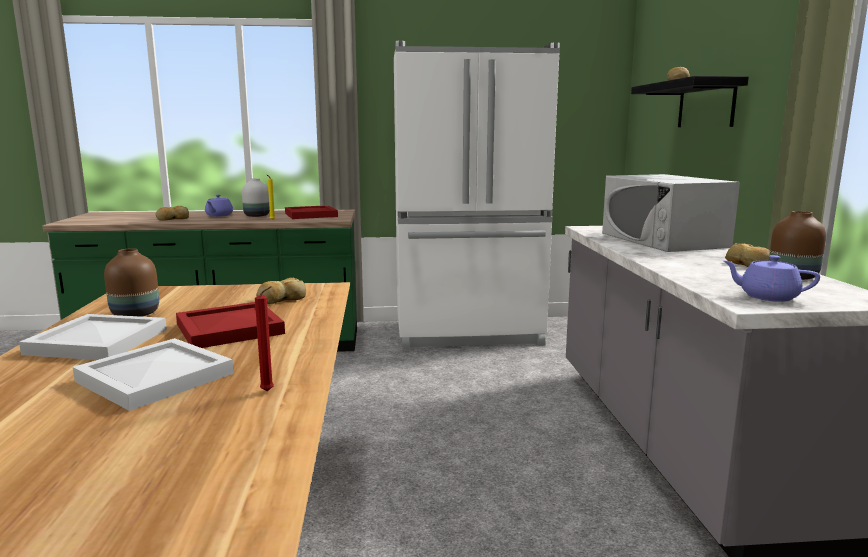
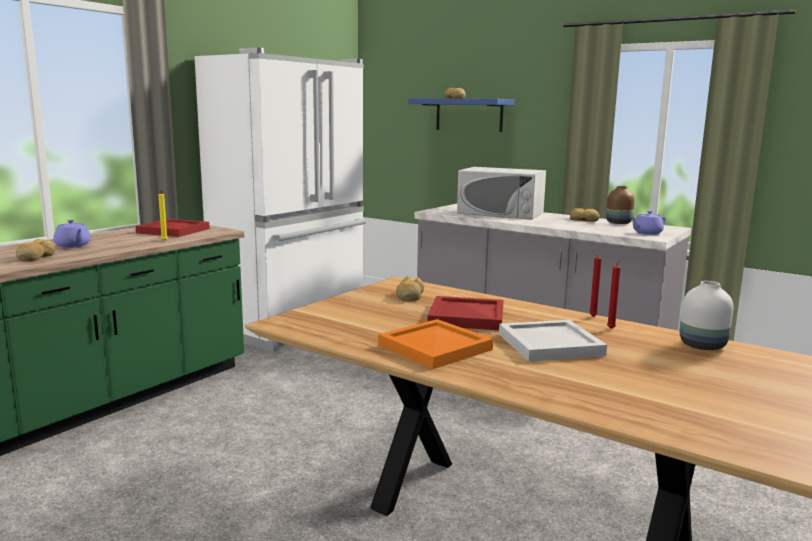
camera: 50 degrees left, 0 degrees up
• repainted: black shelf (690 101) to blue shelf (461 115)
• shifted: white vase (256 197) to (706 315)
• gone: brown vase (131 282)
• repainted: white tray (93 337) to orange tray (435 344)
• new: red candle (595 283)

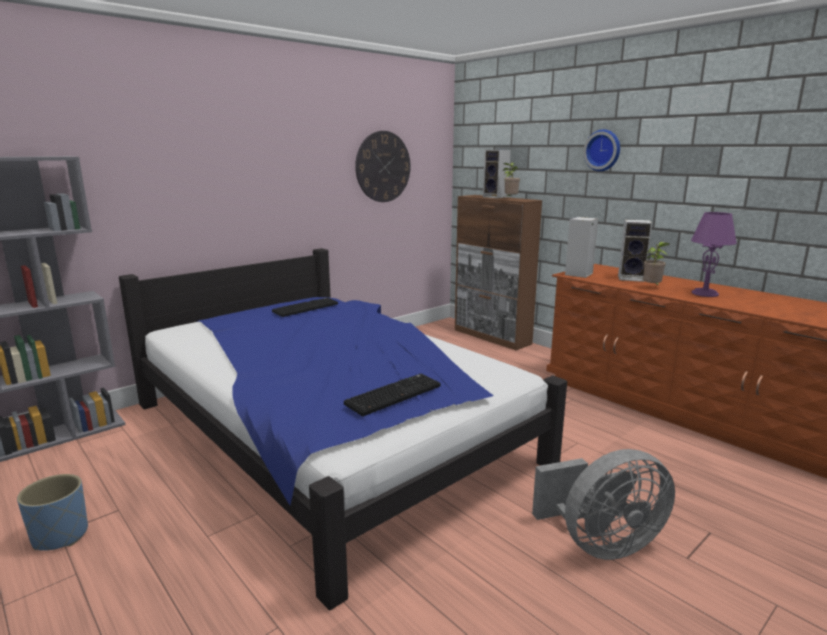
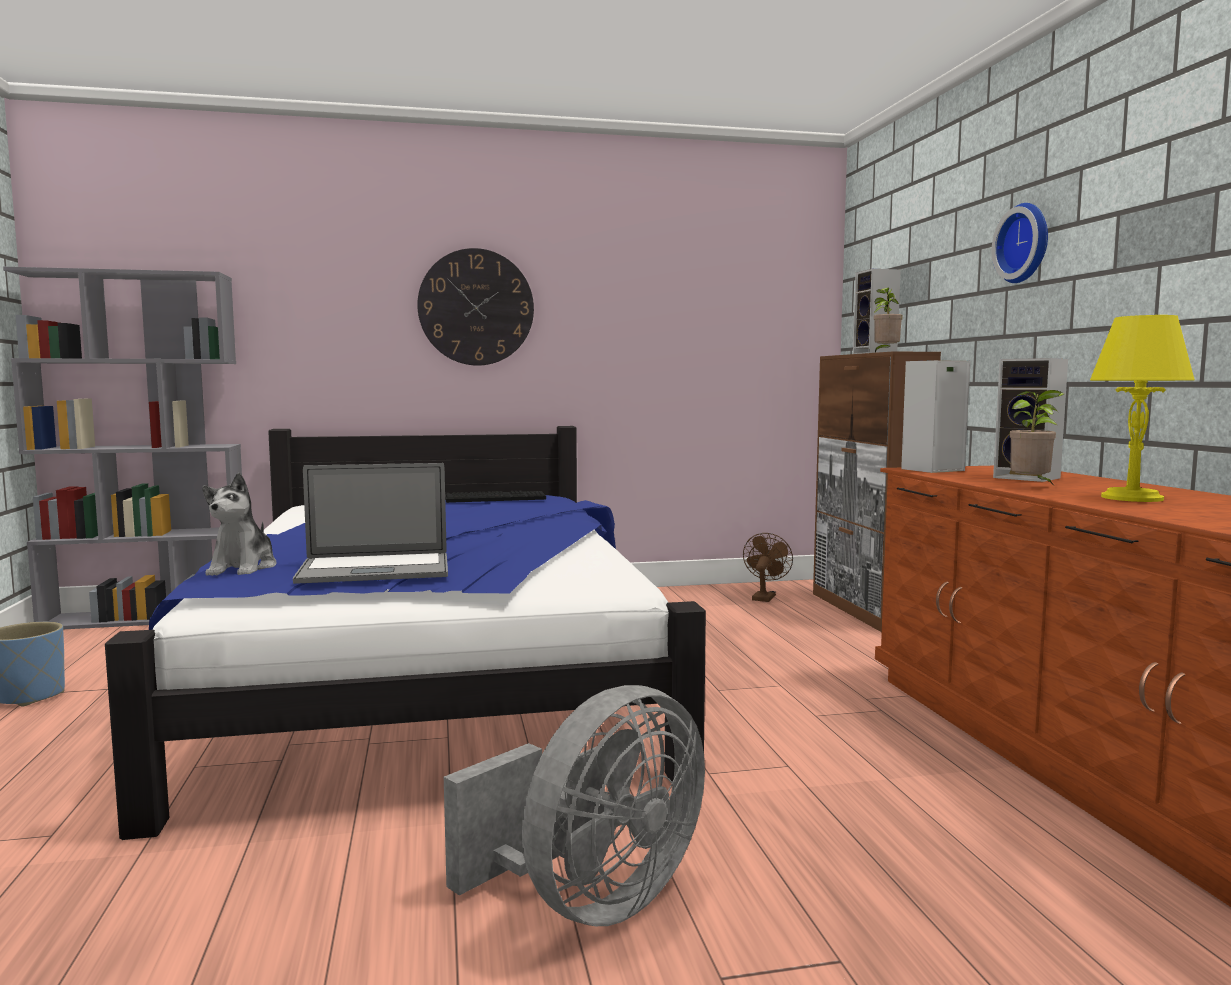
camera: 30 degrees right, 10 degrees down
• shifted: wall clock (383 166) to (475 307)
• repainted: purple table lamp (714 254) to yellow table lamp (1142 408)
• swapped: keyboard (392 395) to laptop (370 523)
• rotated: grey fan (603 504) = (574 805) 60 degrees counterclockwise
• new: plush toy (240 524)
• new: brown fan (768 567)

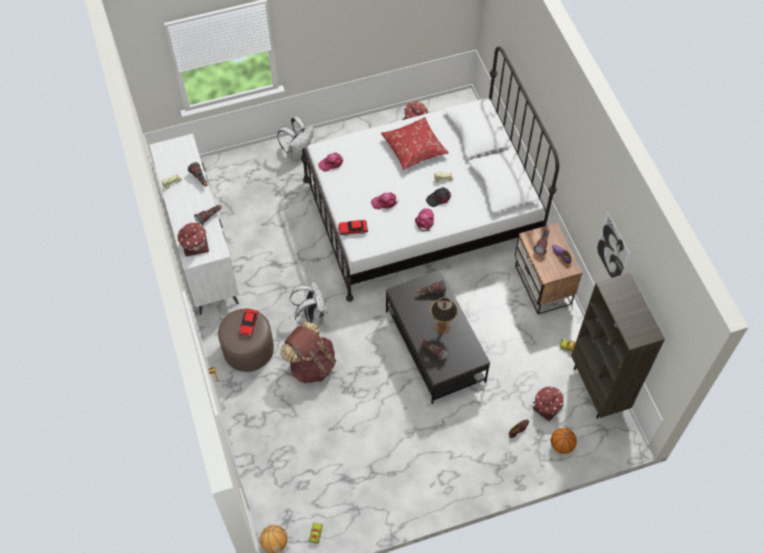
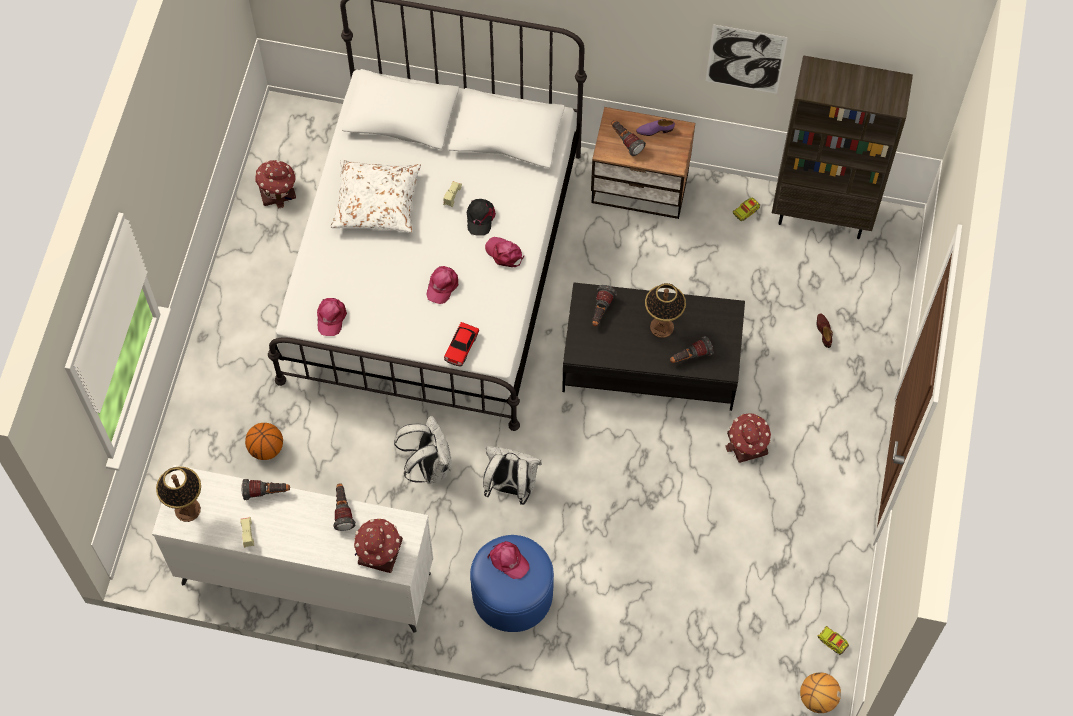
camera: 60 degrees left, 5 degrees up
• shifted: white backpack (295 138) to (423 450)
• repainted: red pillow (415 143) to white pillow (375 196)
• repainted: brown ottoman (246 340) to blue ottoman (512 583)
• swapped: toy car (248 323) to pink cap (509 560)
• gone: brown backpack (308 352)
• shifted: toy house (548 403) to (748 438)
• shifted: basketball (564 441) to (264 441)
• new: table lamp (178 494)

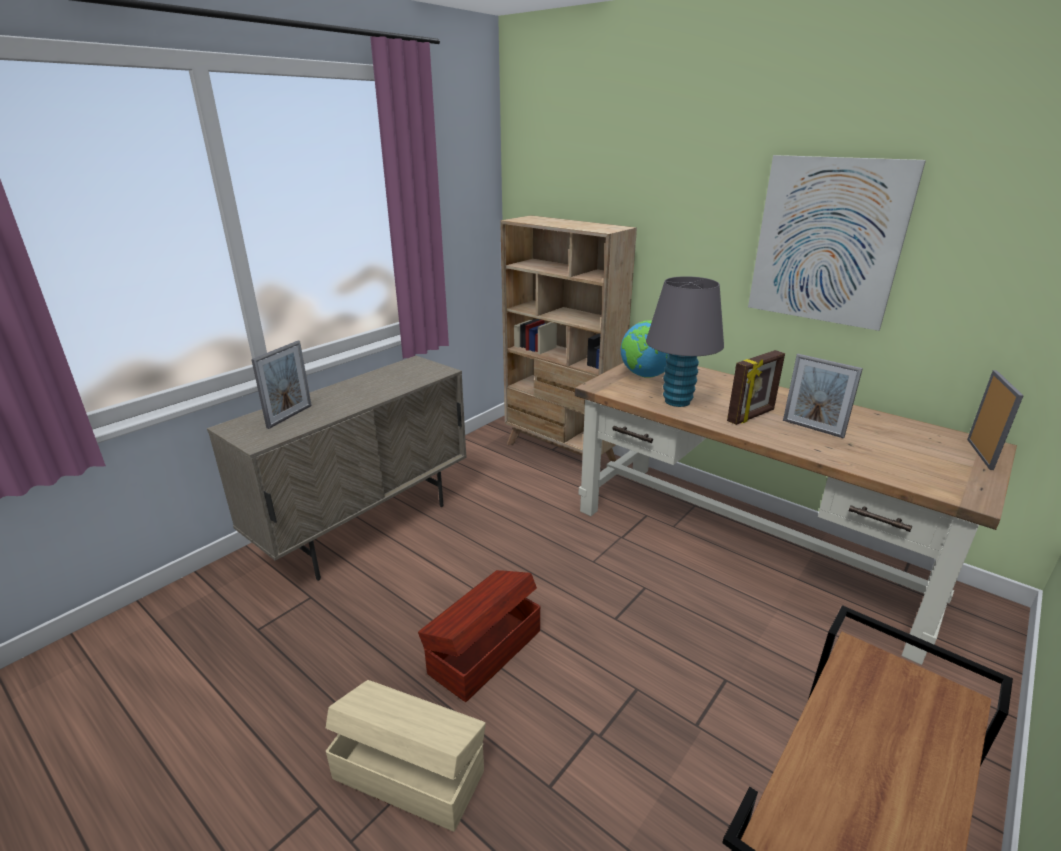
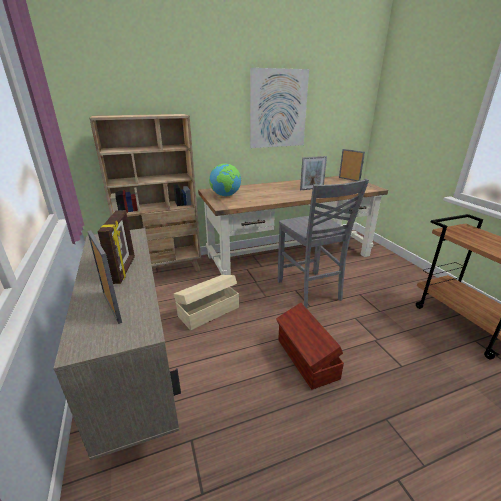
camera: 60 degrees left, 0 degrees up
• gone: grey table lamp (685 341)
• shifted: picture frame (756 387) to (116 247)
• shifted: beige storage box (406 756) to (206 302)
• new: grey chair (323 244)

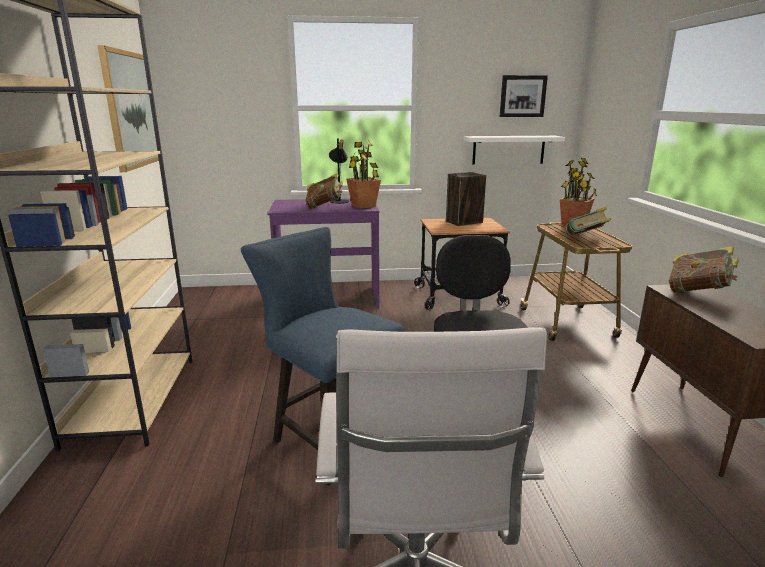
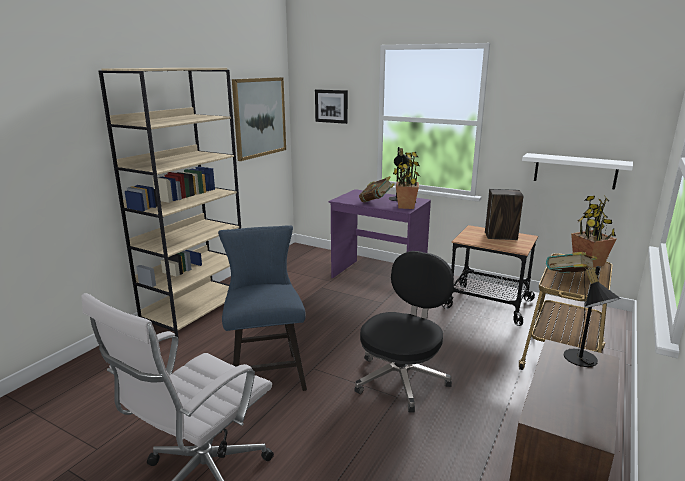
camera: 35 degrees right, 0 degrees up
• shifted: picture (524 96) to (331 106)
• swapped: book (704 269) to black table lamp (592 316)

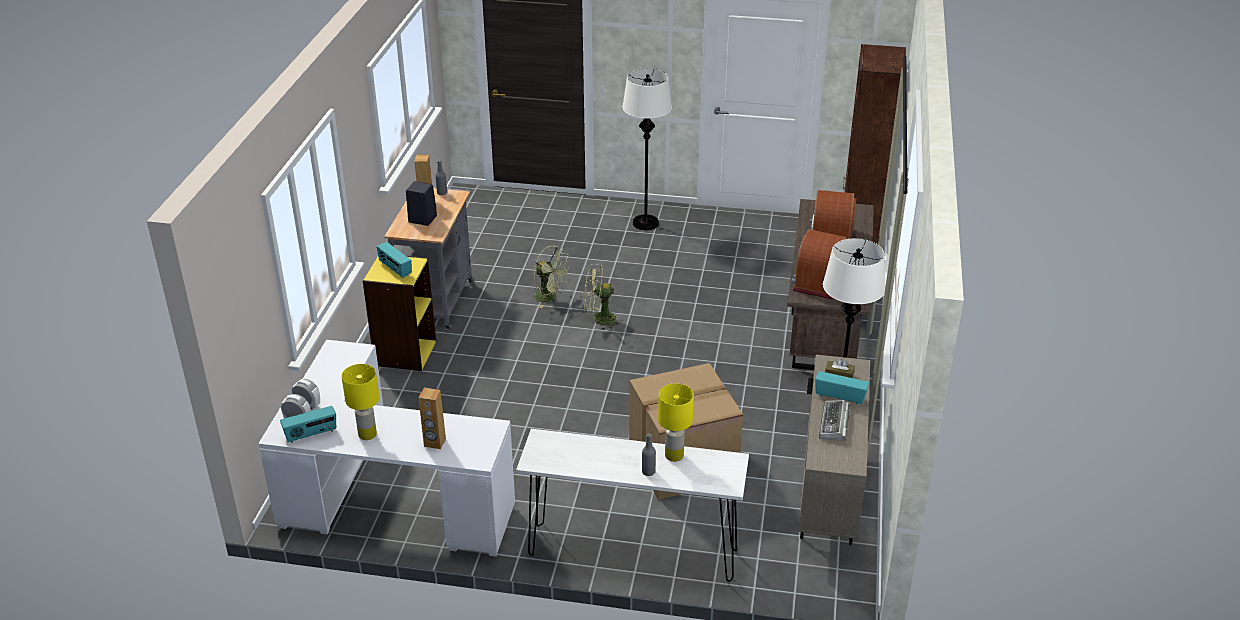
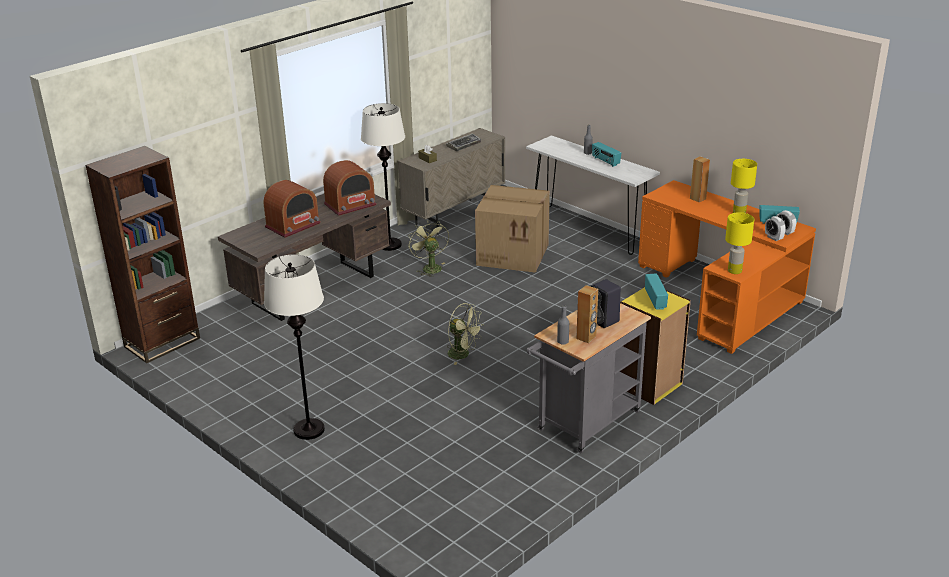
camera: 145 degrees left, 5 degrees down
• shifted: green fan (552 277) to (428 248)
• repainted: white desk (386 448) to orange desk (727 267)
• shifted: radio (842 388) to (606 154)
• shifted: yellow table lamp (676 422) to (739 243)

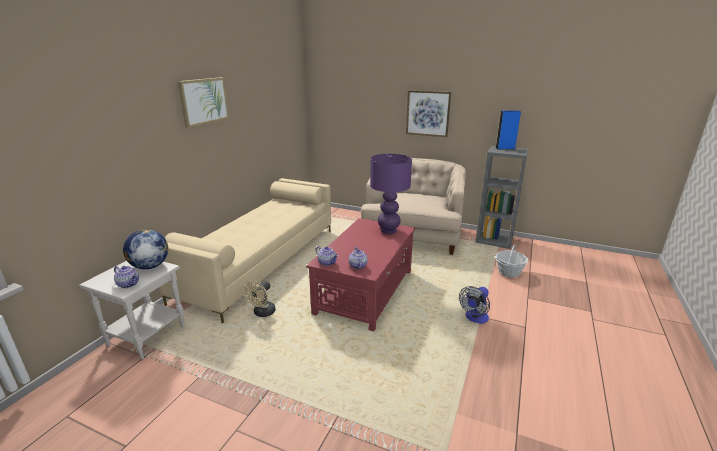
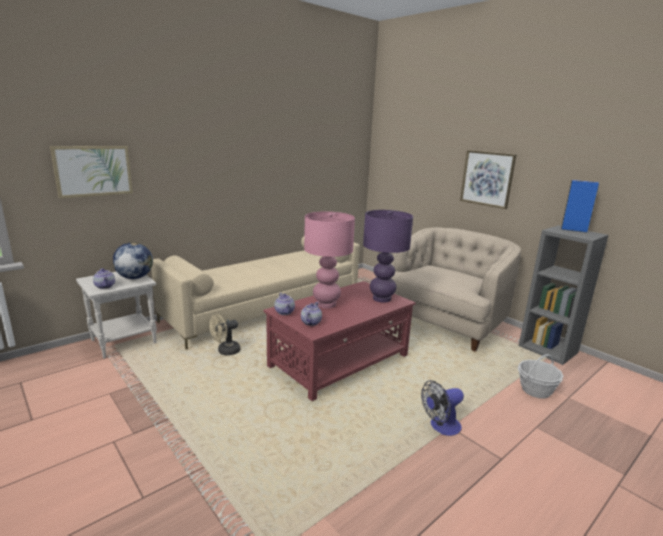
camera: 25 degrees right, 5 degrees down
• shifted: picture (203 102) to (91 172)
• new: pink table lamp (329 259)

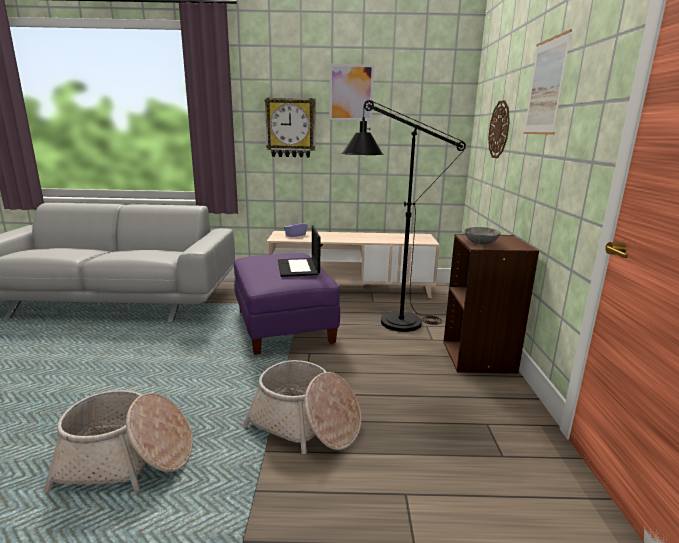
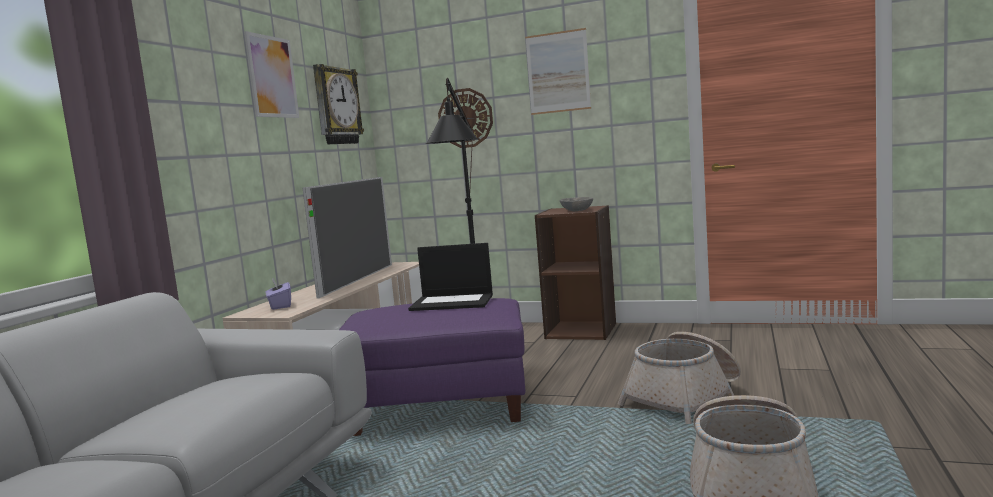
camera: 70 degrees left, 10 degrees down
• shifted: wall clock (290 127) to (338 104)
• new: television (347 237)

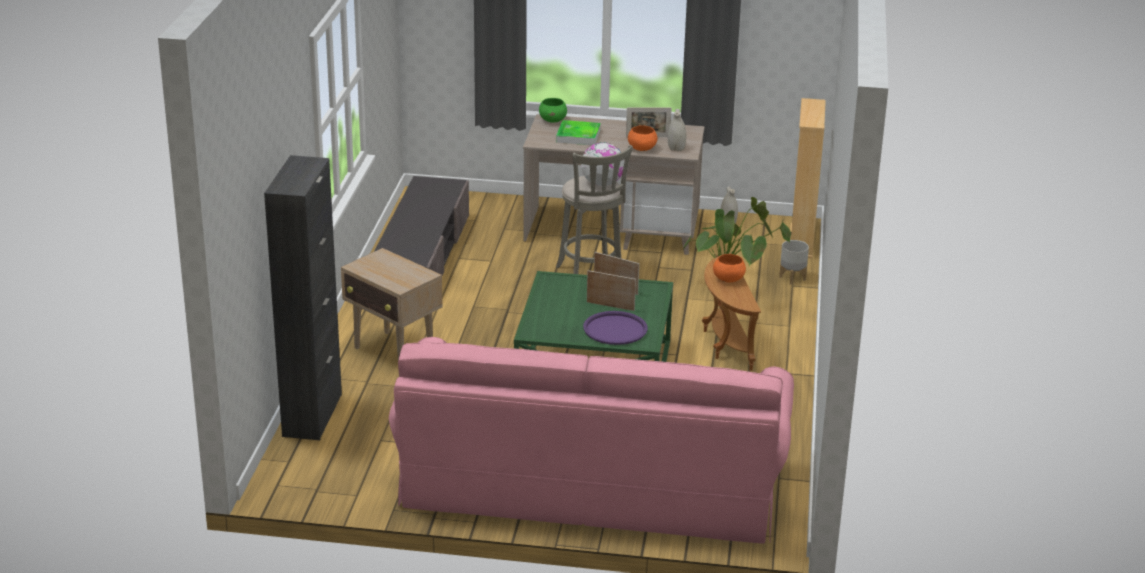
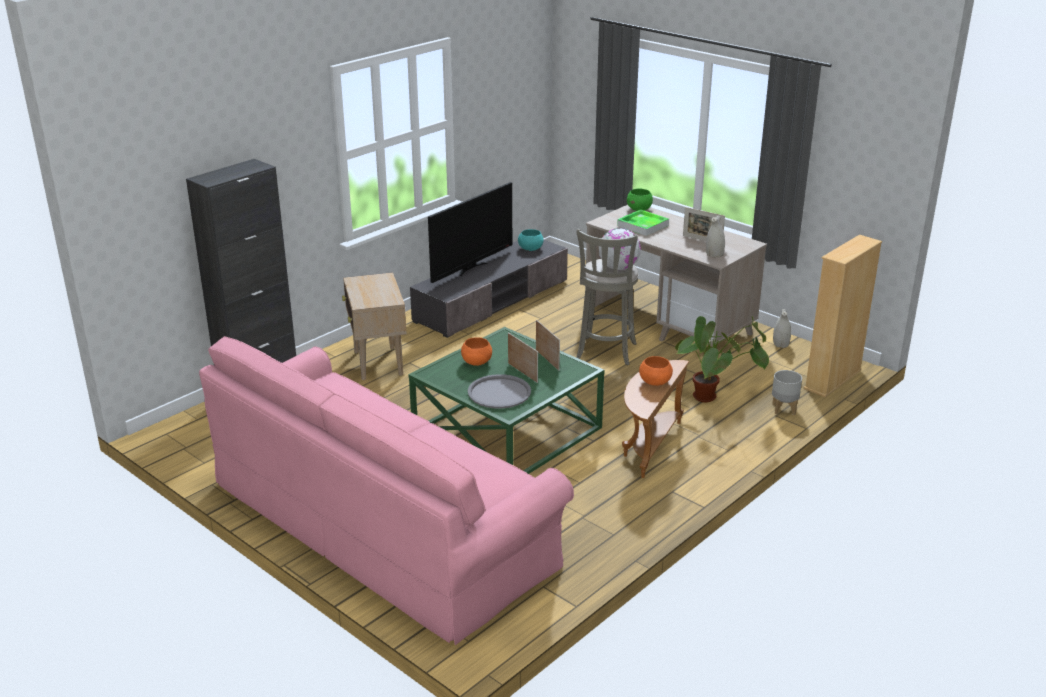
camera: 35 degrees right, 0 degrees up
• shifted: orange bowl (642 138) to (476 351)
• repainted: purple tray (615 328) to grey tray (499 391)
• new: television (470 232)
• new: turquoise bowl (531 240)

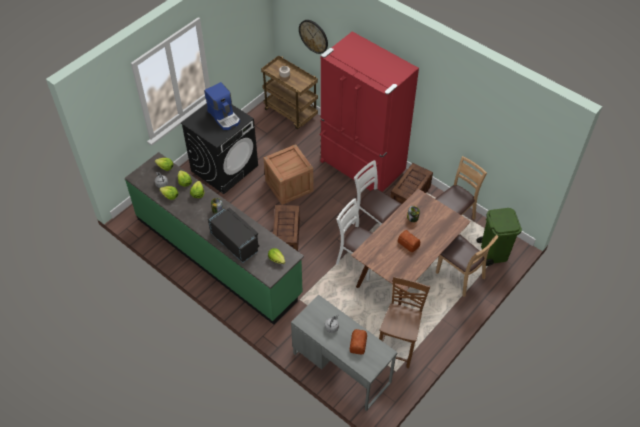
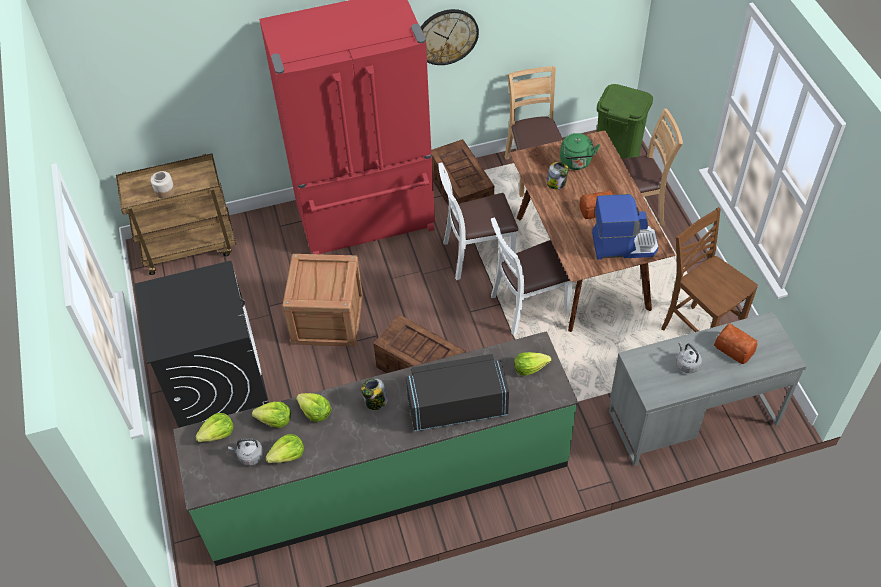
camera: 55 degrees left, 0 degrees up
• shifted: wall clock (313 37) to (450 37)
• shifted: coffee machine (222 106) to (625 227)
• new: green kettle (580 151)

